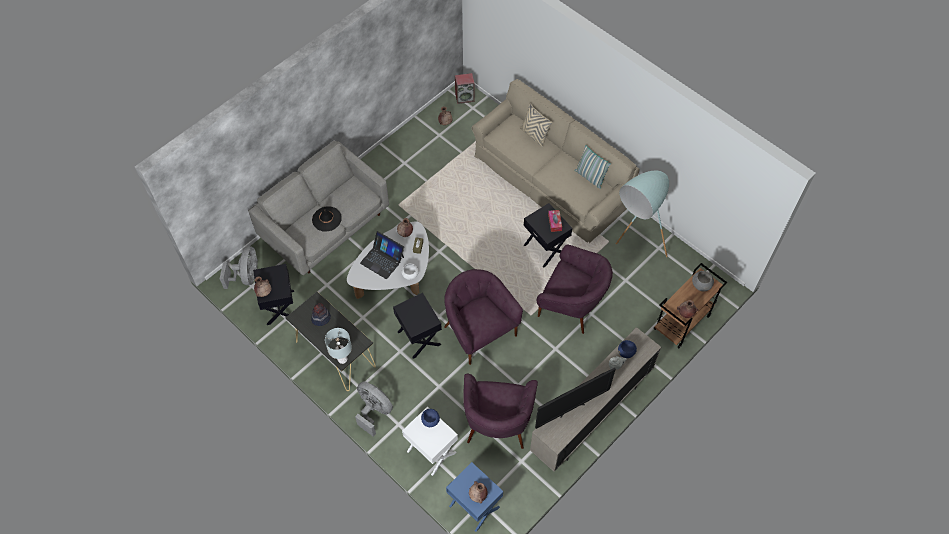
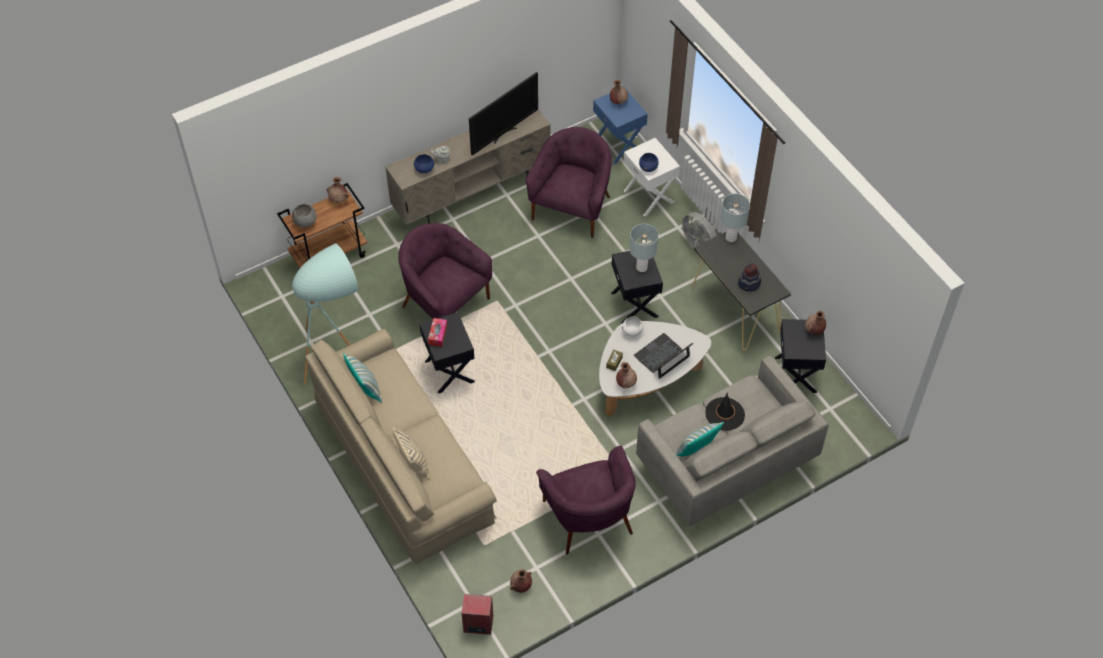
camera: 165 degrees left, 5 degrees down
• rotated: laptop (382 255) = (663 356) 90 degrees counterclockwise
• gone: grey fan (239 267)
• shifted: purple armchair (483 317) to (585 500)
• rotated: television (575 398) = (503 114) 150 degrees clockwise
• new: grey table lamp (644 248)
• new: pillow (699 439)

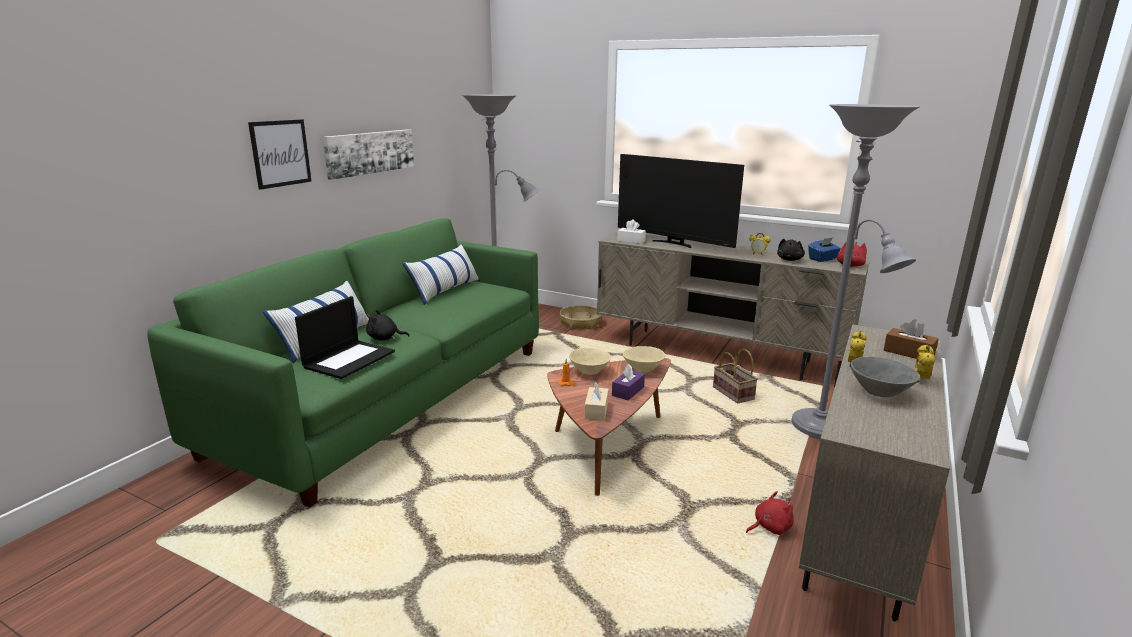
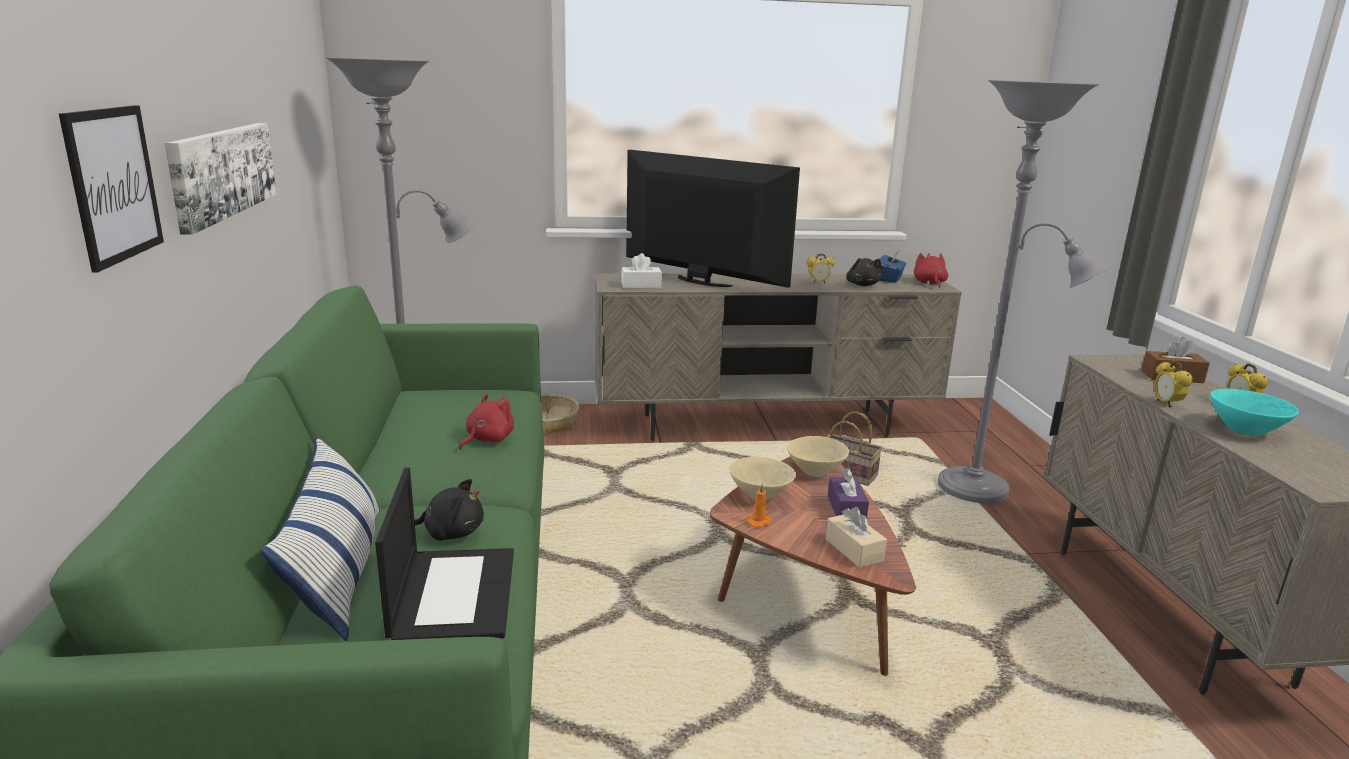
camera: 35 degrees left, 0 degrees up
• rotated: television (681 201) = (713 219) 150 degrees counterclockwise
• gone: pillow (441 274)
• rotated: black plush toy (388 325) = (449 510) 150 degrees counterclockwise
• repainted: grey bowl (885 377) to turquoise bowl (1254 412)
• shifted: red plush toy (770 513) to (486 421)

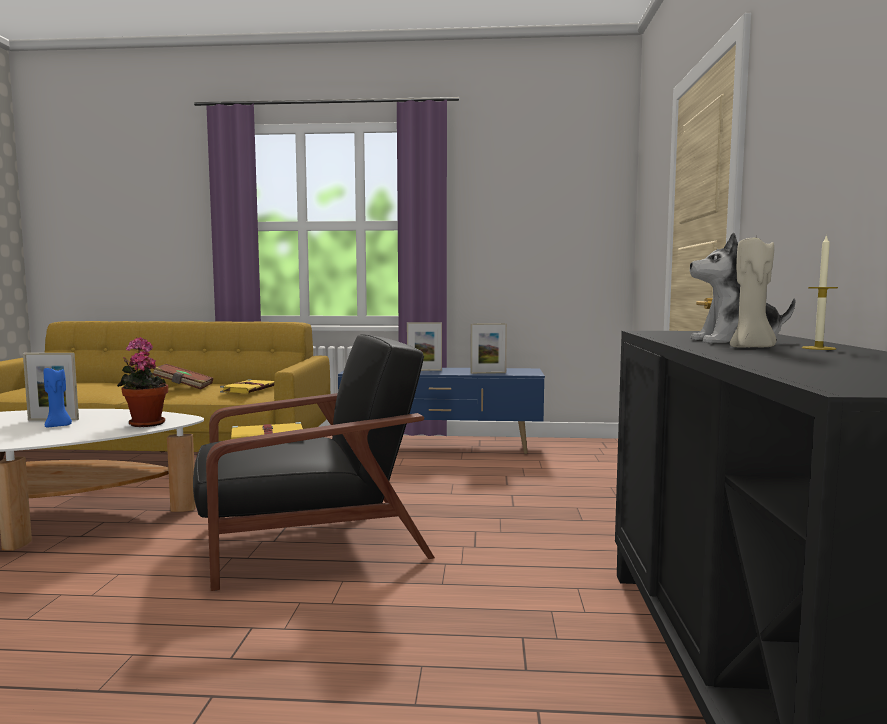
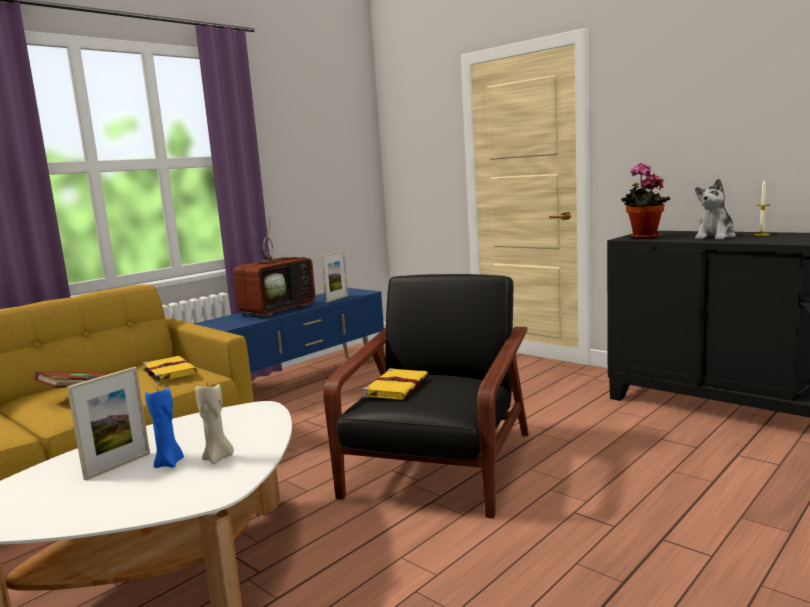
camera: 50 degrees left, 5 degrees up
• shifted: beige candle (753 292) to (214 423)
• swapped: picture frame (424 346) to television (274 267)
• shifted: potted plant (142 382) to (645 201)

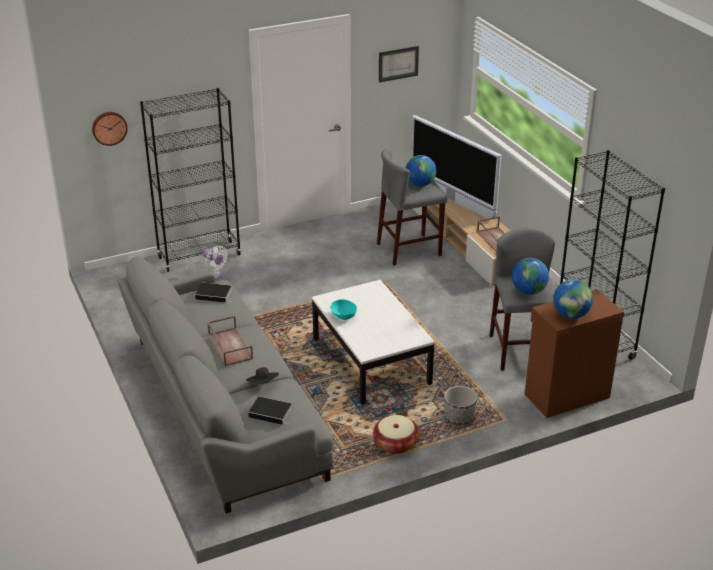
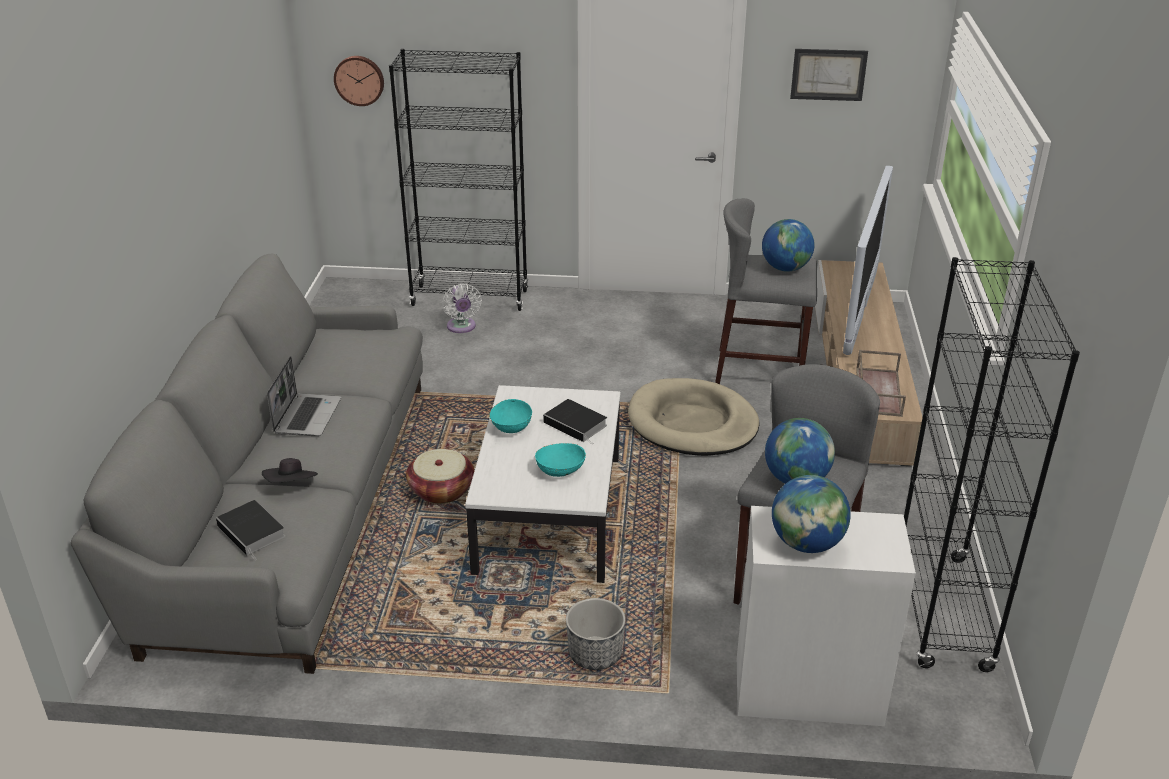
camera: 30 degrees right, 0 degrees up
• rotated: television (456 166) = (868 260) 150 degrees counterclockwise
• shifted: book (213 293) to (575 422)
• repainted: brown cabinet (574 353) to white cabinet (826 616)
• swapped: brown tray (230 341) to laptop (304 396)
• shifted: basket (396 434) to (440 476)
• new: beige dog bed (693 417)
• new: turquoise bowl (560 460)

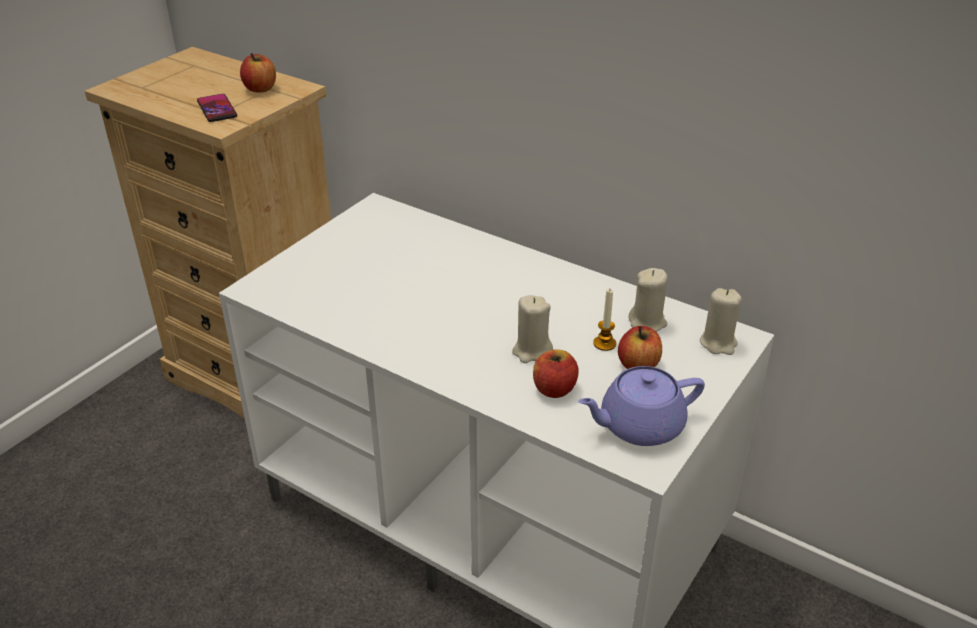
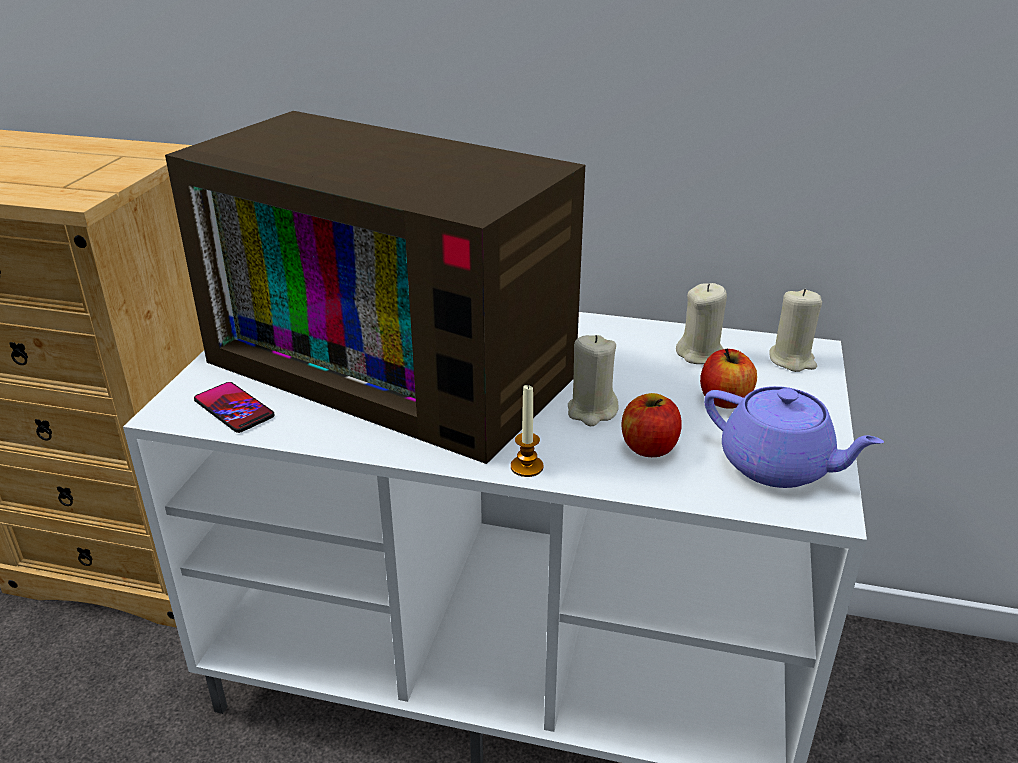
camera: 20 degrees left, 5 degrees down
• gone: apple (258 73)
• shifted: phone (217 108) to (234 407)
• shifted: candle (604 320) to (527 430)
• rotated: purple teapot (641 406) = (794 437) 105 degrees counterclockwise
• new: television (375 287)

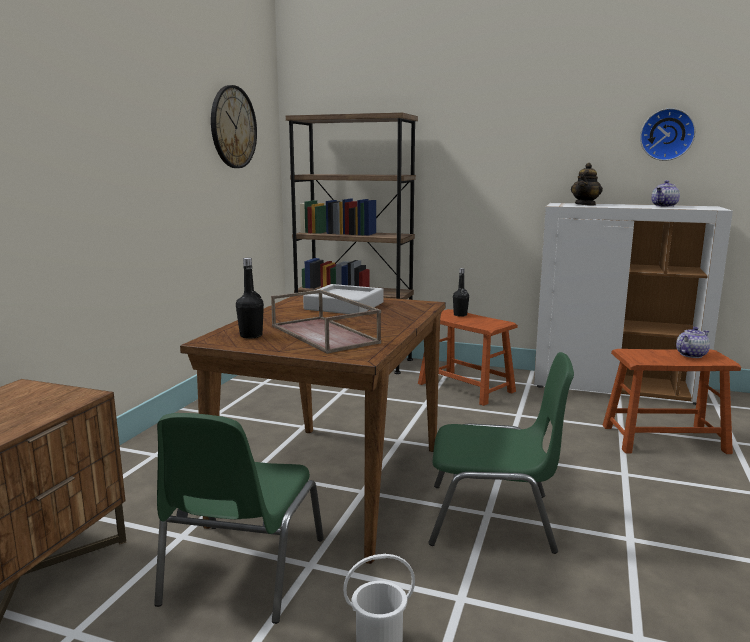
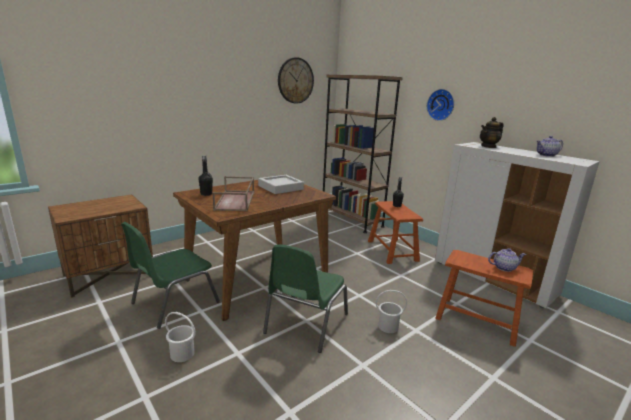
camera: 30 degrees right, 5 degrees up
• shifted: wall clock (668 134) to (440 105)
• rotated: green chair (501 453) = (305 298) 75 degrees clockwise
• new: white bucket (391 311)

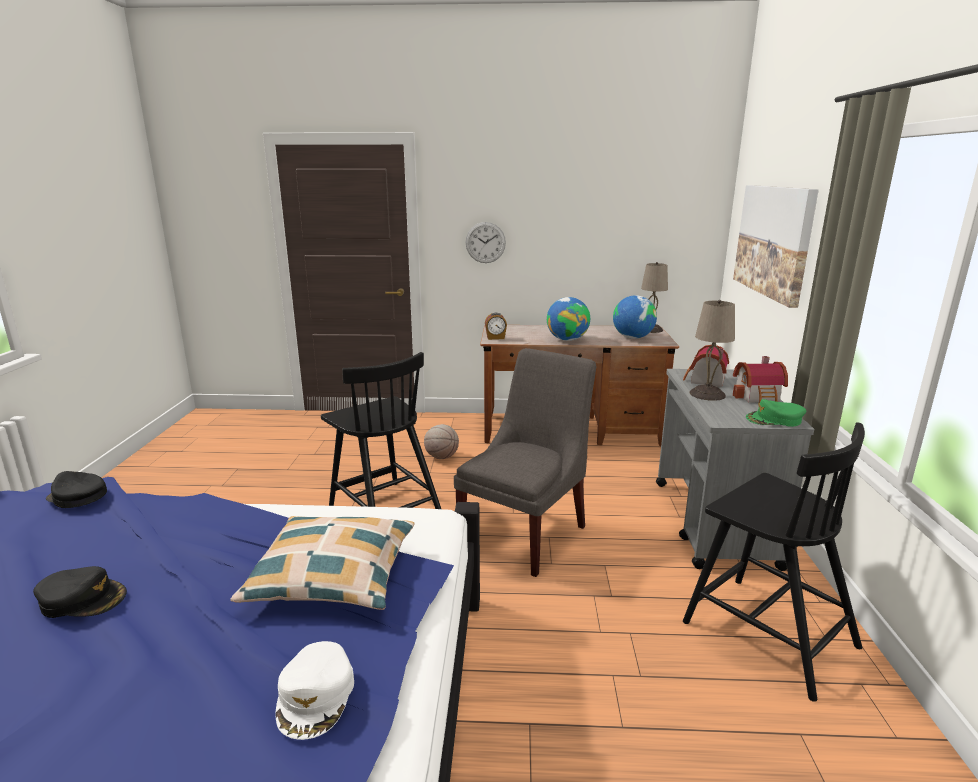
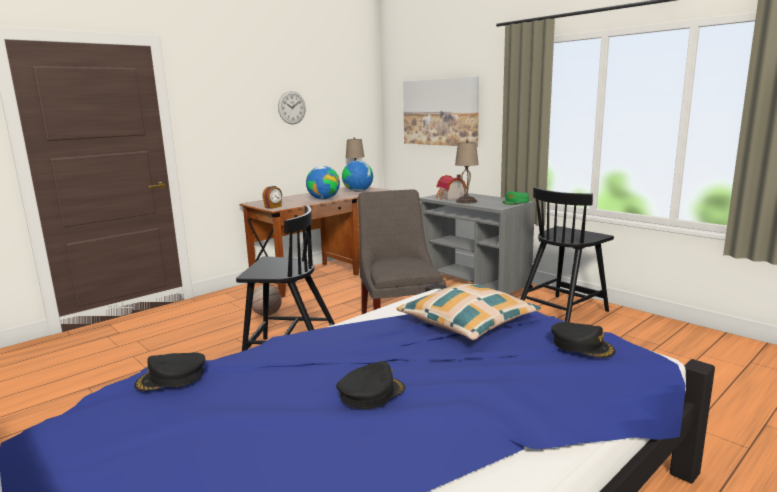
camera: 45 degrees left, 5 degrees down
• shifted: wall clock (486 242) to (292 107)
• gone: toy house (760 380)
• rotated: black chair (774 562) = (567 254) 135 degrees clockwise
• repainted: white cap (315 690) to black cap (583 340)

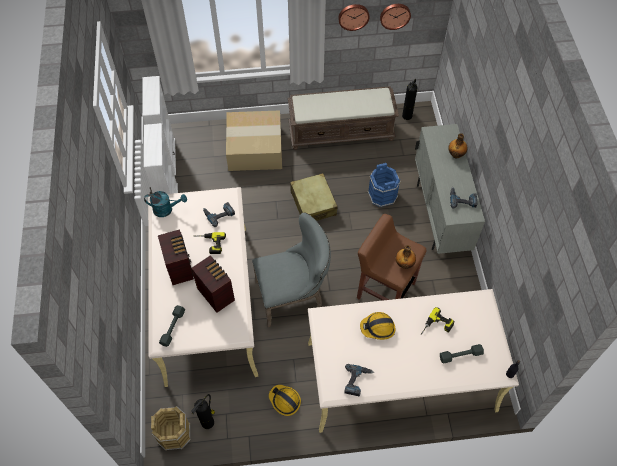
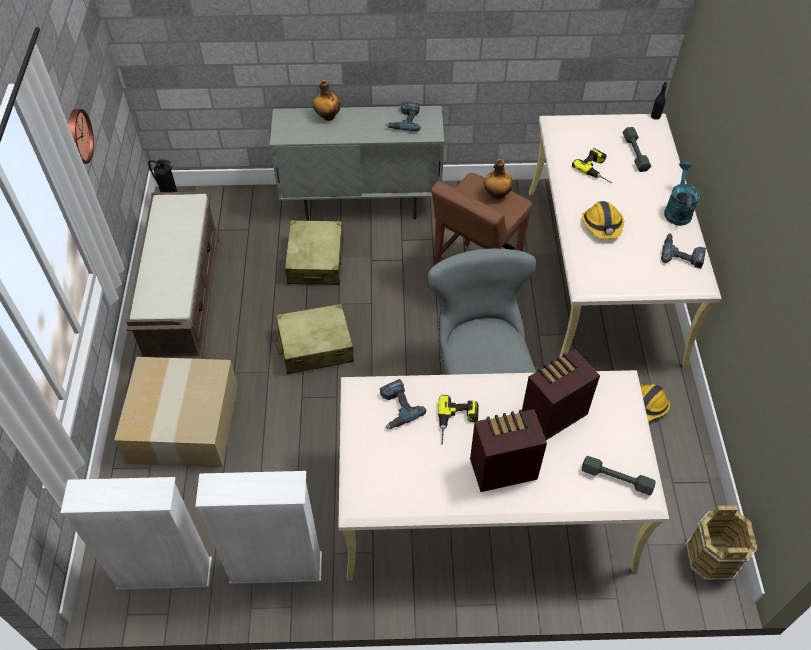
camera: 85 degrees left, 5 degrees down
• gone: wall clock (395 17)
• swapped: blue bucket (384 185) to beige suitcase (314 252)
• shifted: turquoise watering can (165 204) to (682 193)
• gone: fire extinguisher (203 411)

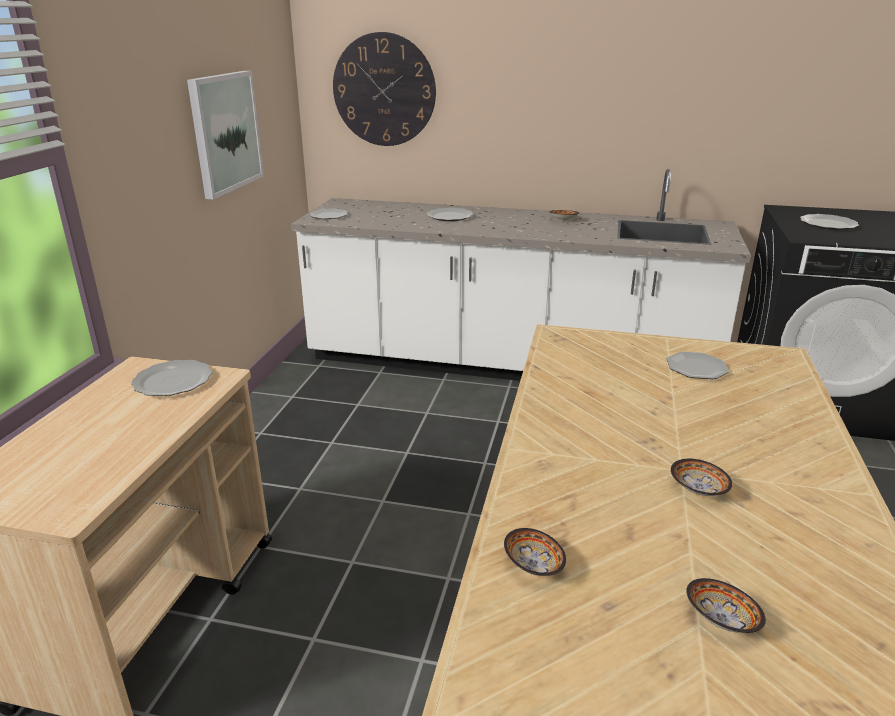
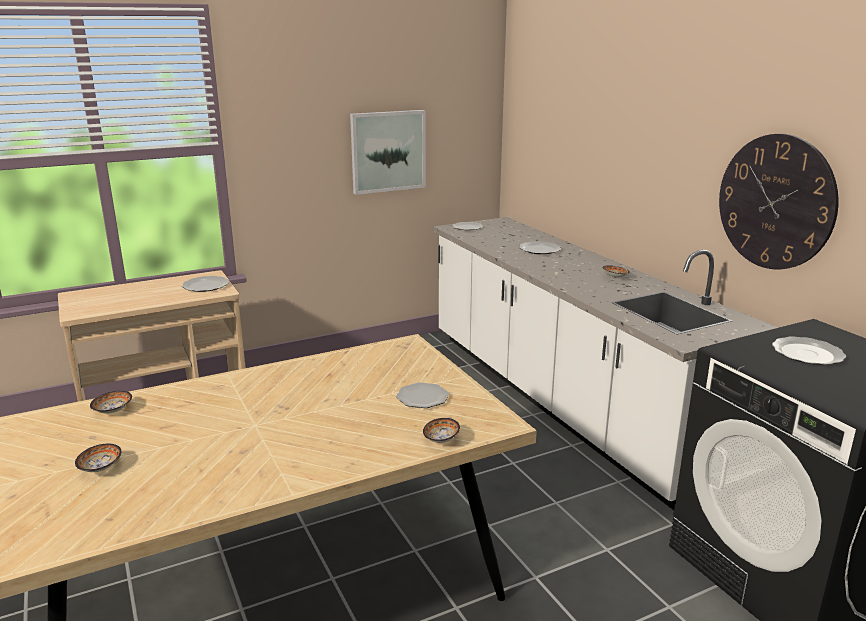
camera: 50 degrees right, 5 degrees down
• shifted: wall clock (384 89) to (779 202)
• shifted: bowl (701 477) to (441 430)

